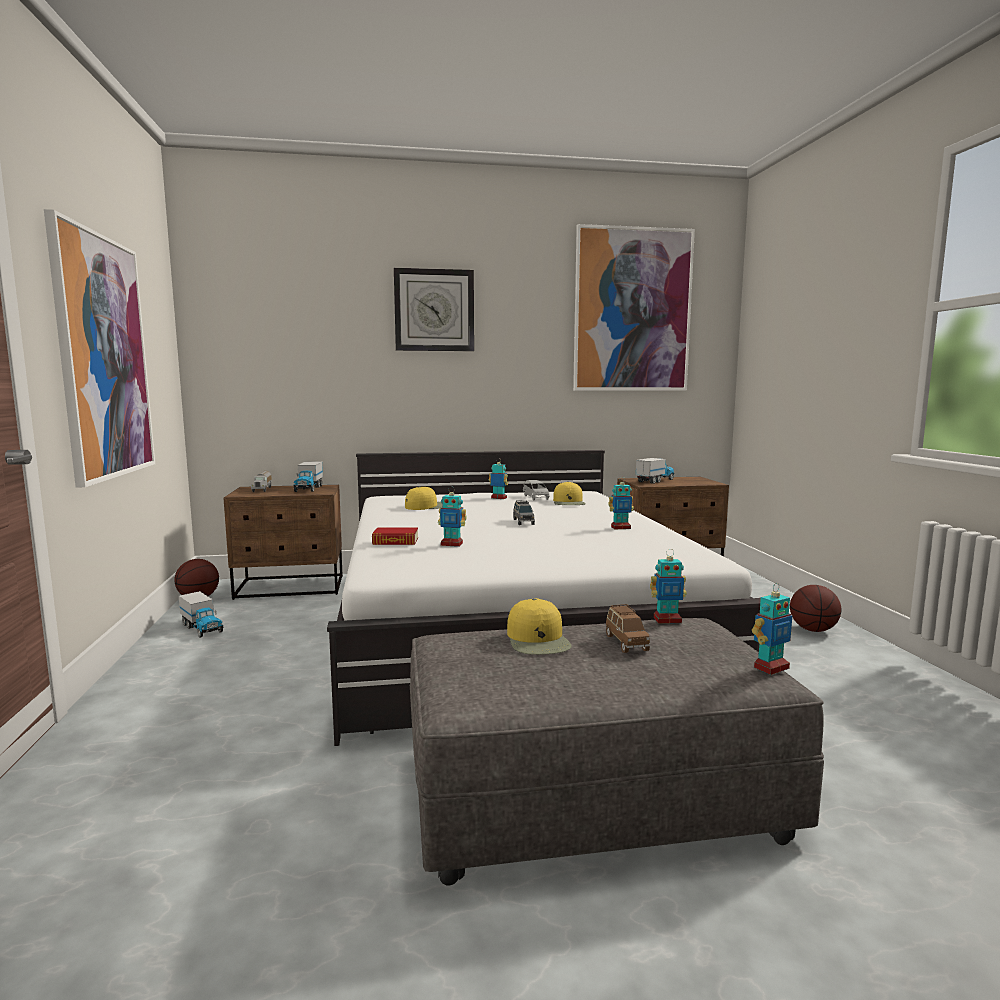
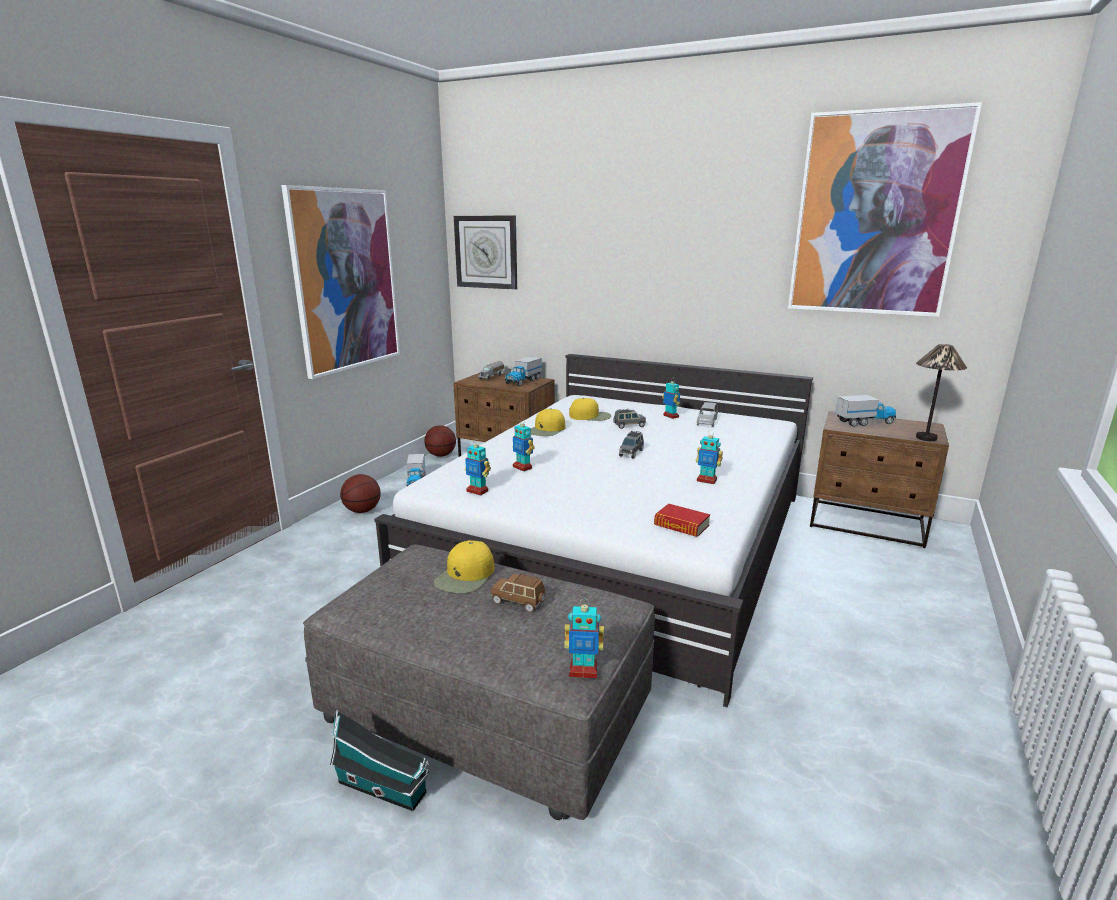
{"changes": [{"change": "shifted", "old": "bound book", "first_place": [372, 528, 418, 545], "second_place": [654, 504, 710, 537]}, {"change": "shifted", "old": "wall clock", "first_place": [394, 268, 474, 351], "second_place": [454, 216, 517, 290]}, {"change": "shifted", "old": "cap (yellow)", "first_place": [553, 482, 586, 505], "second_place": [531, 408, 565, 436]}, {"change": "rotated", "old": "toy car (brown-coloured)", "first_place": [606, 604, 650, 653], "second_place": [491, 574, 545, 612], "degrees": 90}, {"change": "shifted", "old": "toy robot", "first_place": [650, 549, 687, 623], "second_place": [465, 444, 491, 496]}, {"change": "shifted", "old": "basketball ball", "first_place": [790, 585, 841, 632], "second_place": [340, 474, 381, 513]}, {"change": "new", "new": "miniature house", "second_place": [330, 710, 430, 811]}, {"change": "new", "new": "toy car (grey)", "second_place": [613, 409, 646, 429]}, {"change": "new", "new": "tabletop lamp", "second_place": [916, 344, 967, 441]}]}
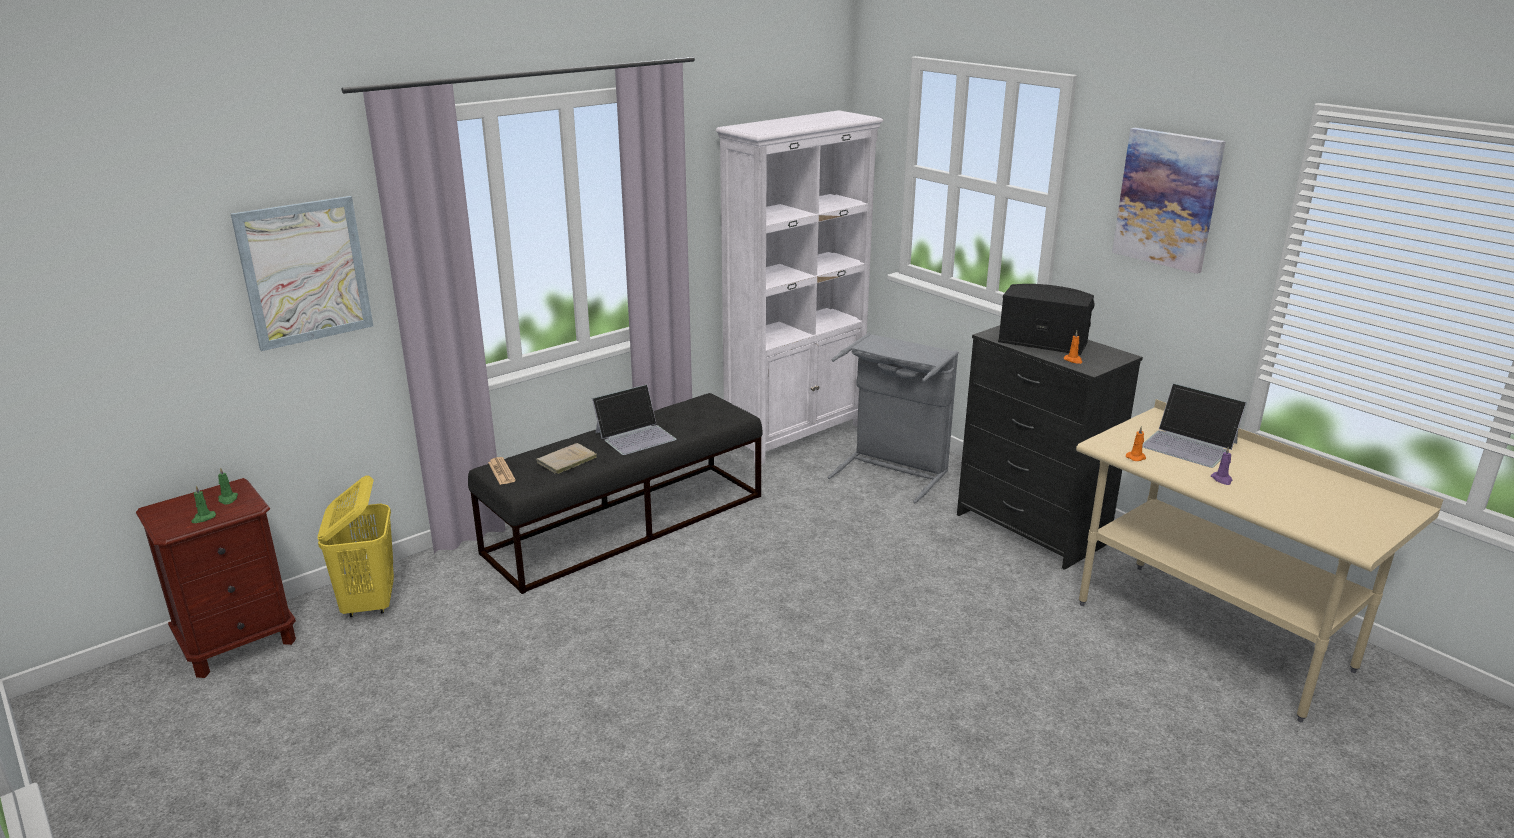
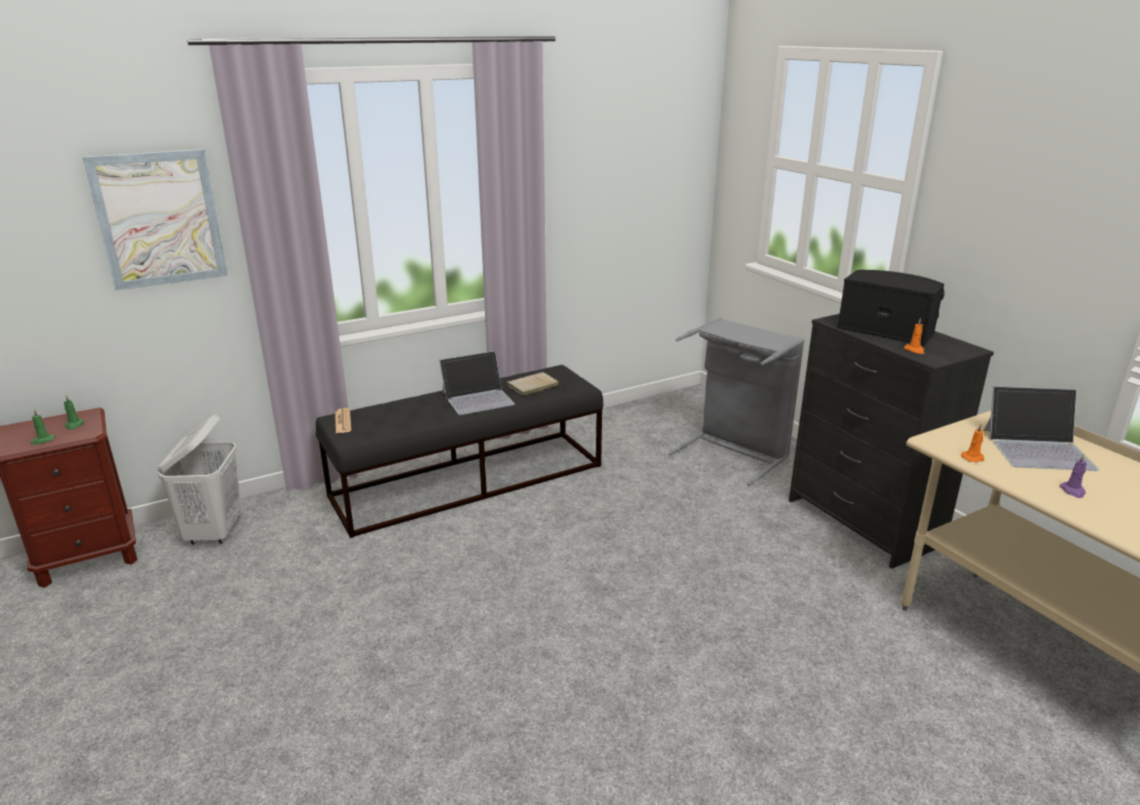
{"changes": [{"change": "repainted", "old": "laundry basket (yellow)", "new": "laundry basket (whitish)", "first_place": [317, 475, 394, 617], "second_place": [157, 414, 241, 544]}, {"change": "shifted", "old": "bound book (sand-coloured)", "first_place": [536, 443, 597, 474], "second_place": [507, 372, 559, 396]}, {"change": "gone", "old": "bookshelf (whitish)", "first_place": [716, 110, 883, 464]}, {"change": "gone", "old": "wall picture", "first_place": [1112, 128, 1226, 274]}, {"change": "rotated", "old": "portable computer", "first_place": [1142, 383, 1247, 468], "second_place": [983, 386, 1099, 471], "degrees": -45}]}
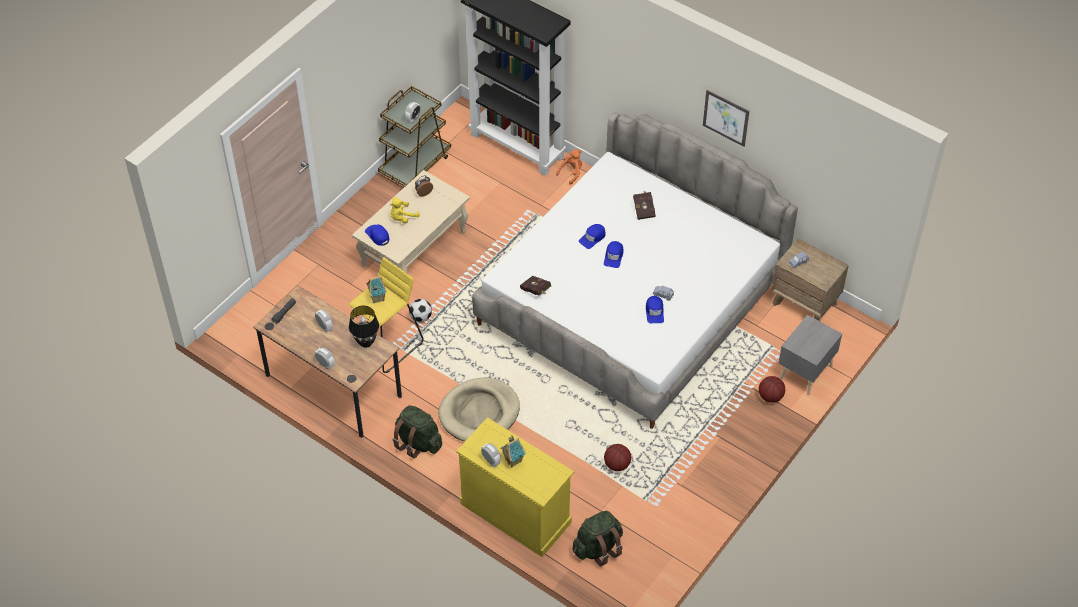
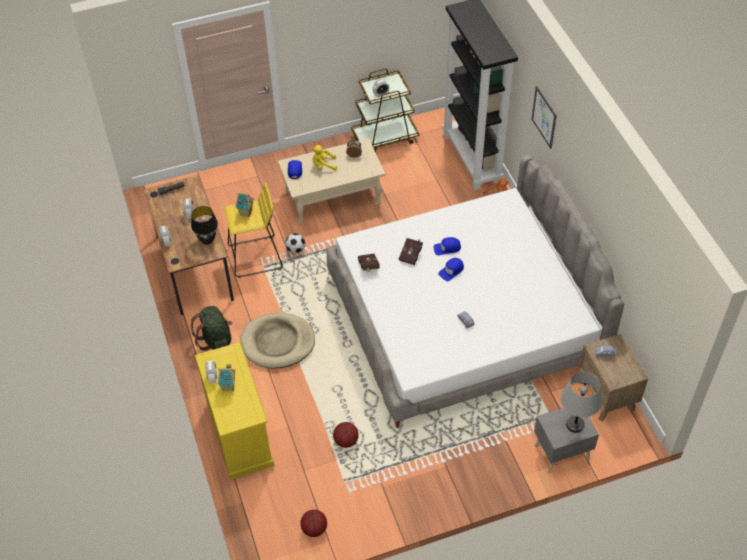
{"changes": [{"change": "gone", "old": "backpack (greenish)", "first_place": [572, 511, 623, 566]}, {"change": "shifted", "old": "bound book (red)", "first_place": [633, 191, 656, 220], "second_place": [399, 238, 423, 265]}, {"change": "gone", "old": "cap (blue-coloured)", "first_place": [646, 296, 664, 323]}, {"change": "shifted", "old": "wall picture", "first_place": [703, 90, 749, 147], "second_place": [532, 86, 557, 149]}, {"change": "shifted", "old": "basketball ball", "first_place": [759, 376, 785, 403], "second_place": [300, 510, 327, 537]}, {"change": "new", "new": "tabletop lamp (grey)", "second_place": [561, 371, 602, 433]}]}
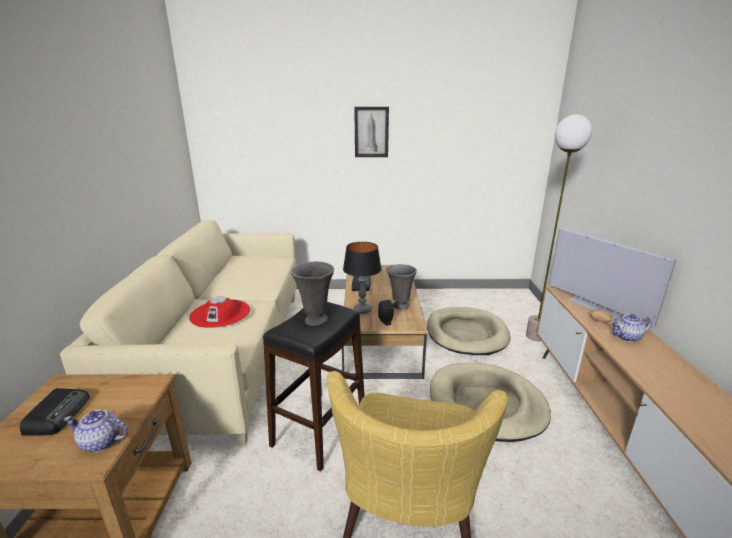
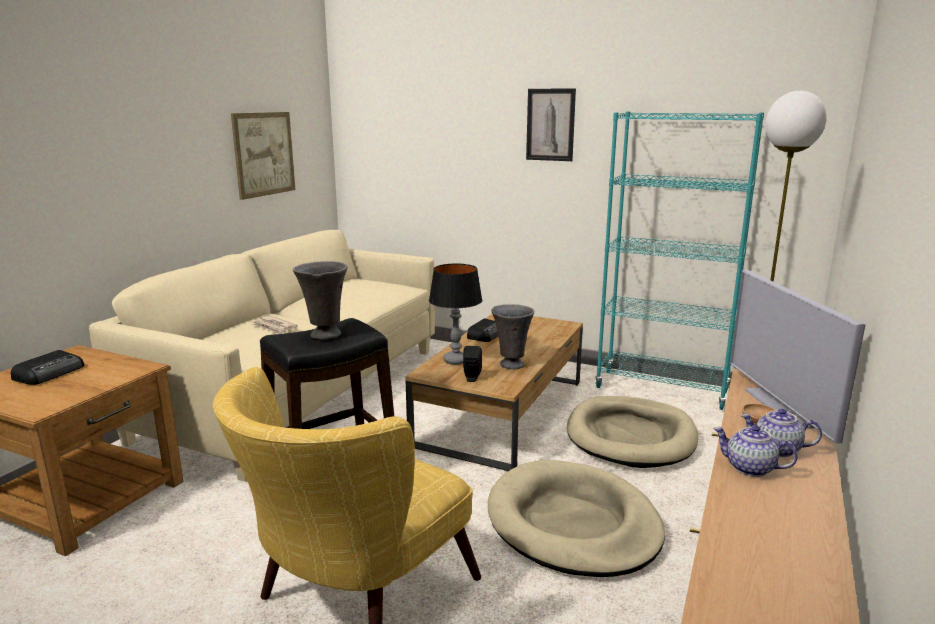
{"changes": [{"change": "shifted", "old": "tea pot", "first_place": [64, 410, 128, 452], "second_place": [713, 425, 798, 477]}, {"change": "swapped", "old": "clothing hat (red)", "new": "newspaper", "first_place": [189, 296, 250, 328], "second_place": [251, 316, 298, 334]}, {"change": "new", "new": "wall picture", "second_place": [231, 112, 295, 200]}, {"change": "new", "new": "bookshelf (turquoise-coloured)", "second_place": [595, 111, 764, 410]}]}
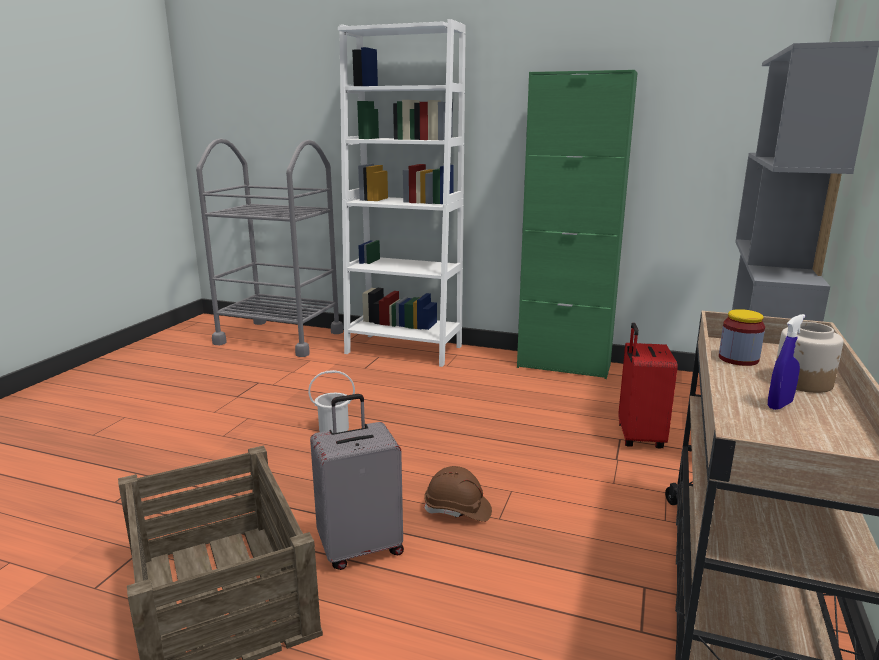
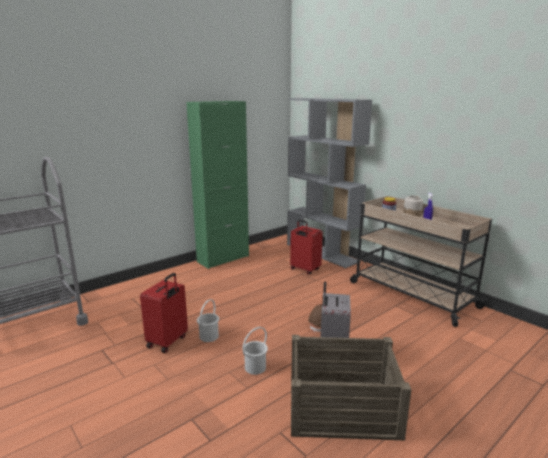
{"changes": [{"change": "gone", "old": "bookshelf (whitish)", "first_place": [338, 19, 466, 367]}, {"change": "new", "new": "suitcase (red)", "second_place": [140, 273, 188, 353]}, {"change": "new", "new": "pail (whitish)", "second_place": [242, 327, 268, 375]}]}
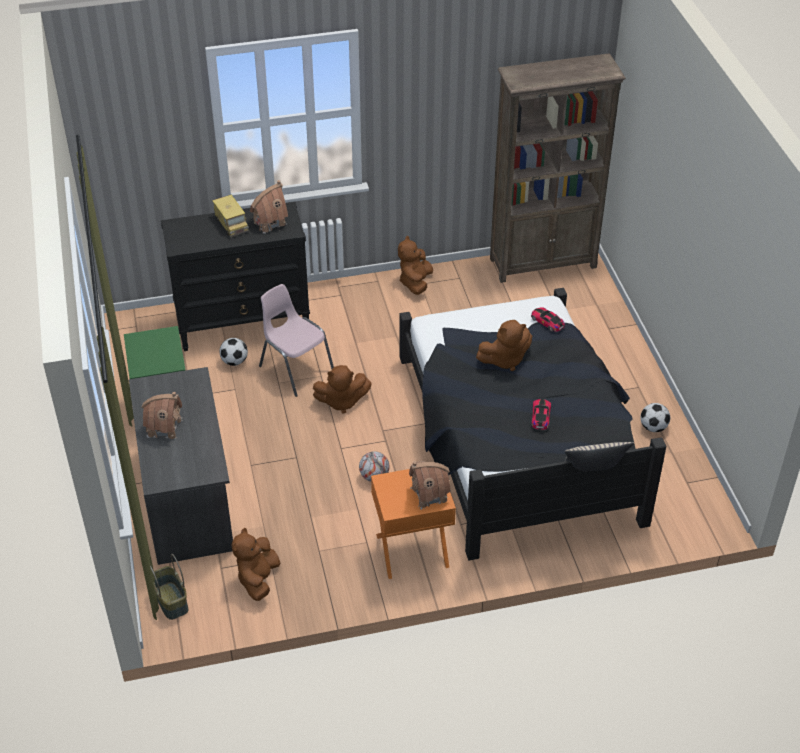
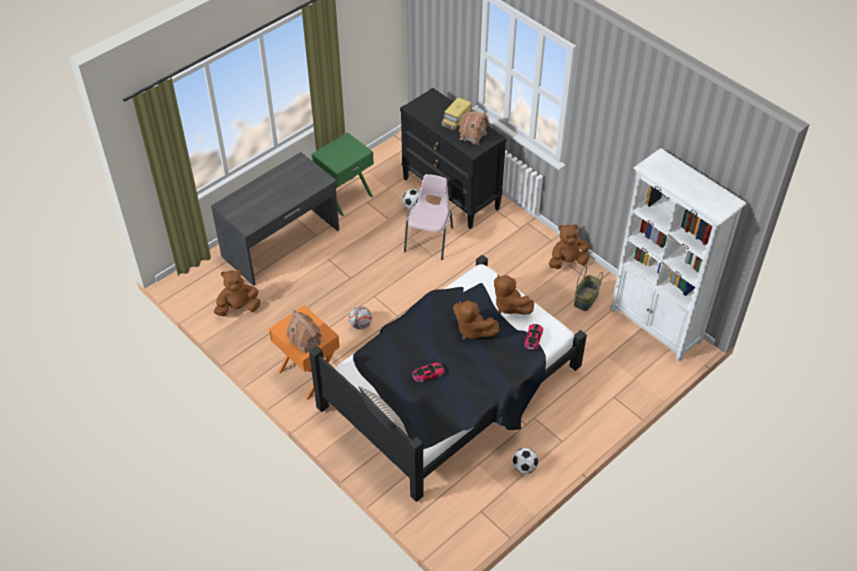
{"changes": [{"change": "gone", "old": "miniature house", "first_place": [142, 392, 183, 442]}, {"change": "shifted", "old": "household basket", "first_place": [150, 554, 189, 620], "second_place": [574, 265, 603, 311]}, {"change": "shifted", "old": "soft toy (brown-coloured)", "first_place": [313, 365, 372, 414], "second_place": [494, 274, 534, 315]}, {"change": "repainted", "old": "bookshelf (brown-coloured)", "new": "bookshelf (whitish)", "first_place": [490, 53, 626, 283], "second_place": [610, 148, 747, 361]}]}
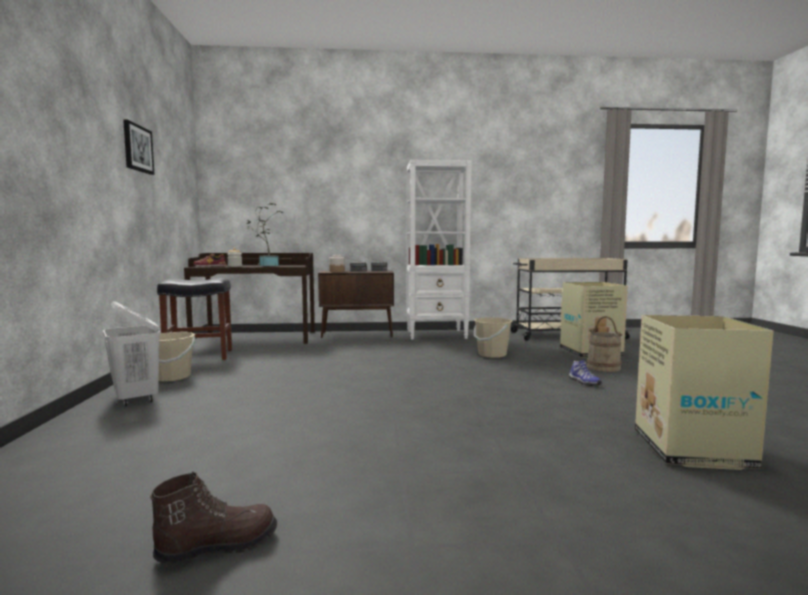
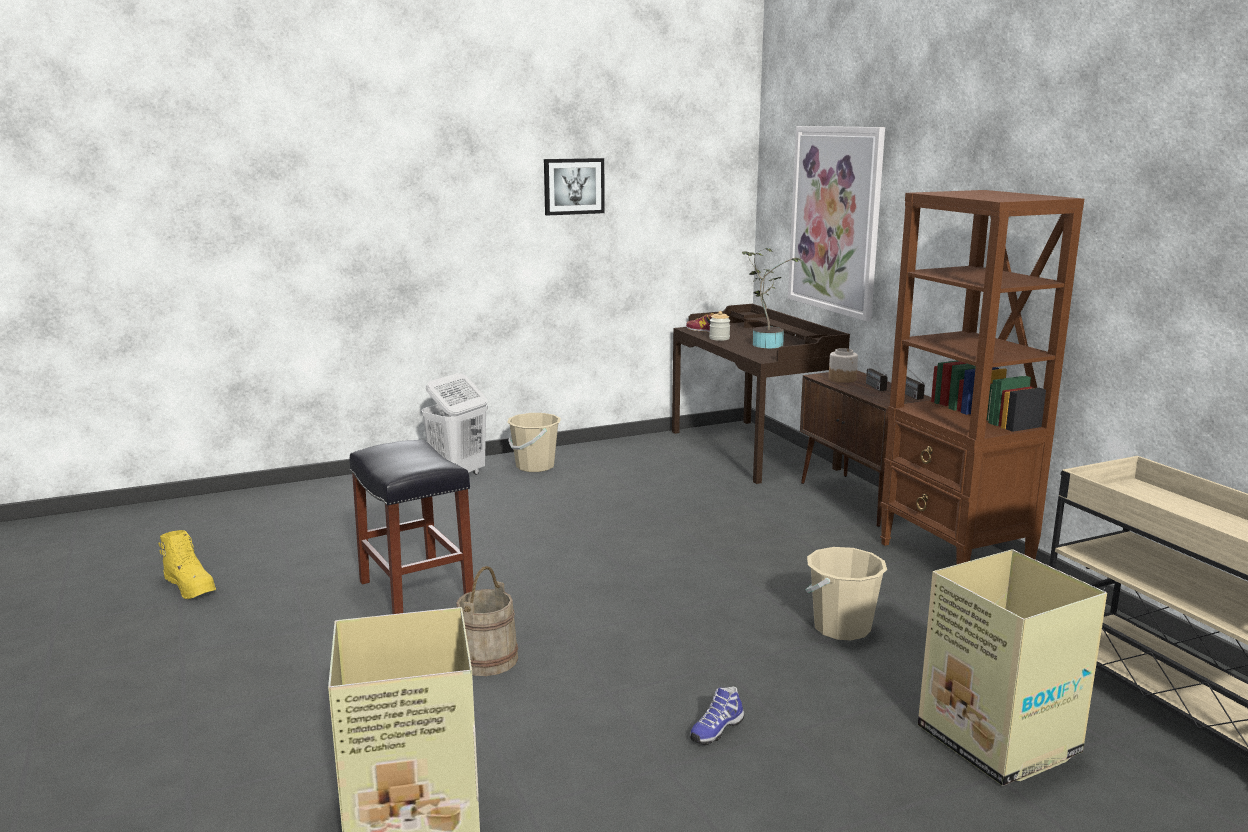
{"changes": [{"change": "repainted", "old": "high-top boot (brown-coloured)", "new": "high-top boot (yellow)", "first_place": [150, 471, 277, 563], "second_place": [158, 530, 216, 599]}, {"change": "shifted", "old": "stool seat (black)", "first_place": [157, 278, 232, 360], "second_place": [350, 440, 474, 614]}, {"change": "repainted", "old": "bookshelf (whitish)", "new": "bookshelf (brown-coloured)", "first_place": [407, 159, 472, 339], "second_place": [880, 190, 1084, 565]}, {"change": "shifted", "old": "pail (sand-coloured)", "first_place": [587, 316, 623, 372], "second_place": [456, 566, 518, 676]}, {"change": "new", "new": "wall picture", "second_place": [788, 126, 885, 321]}]}
